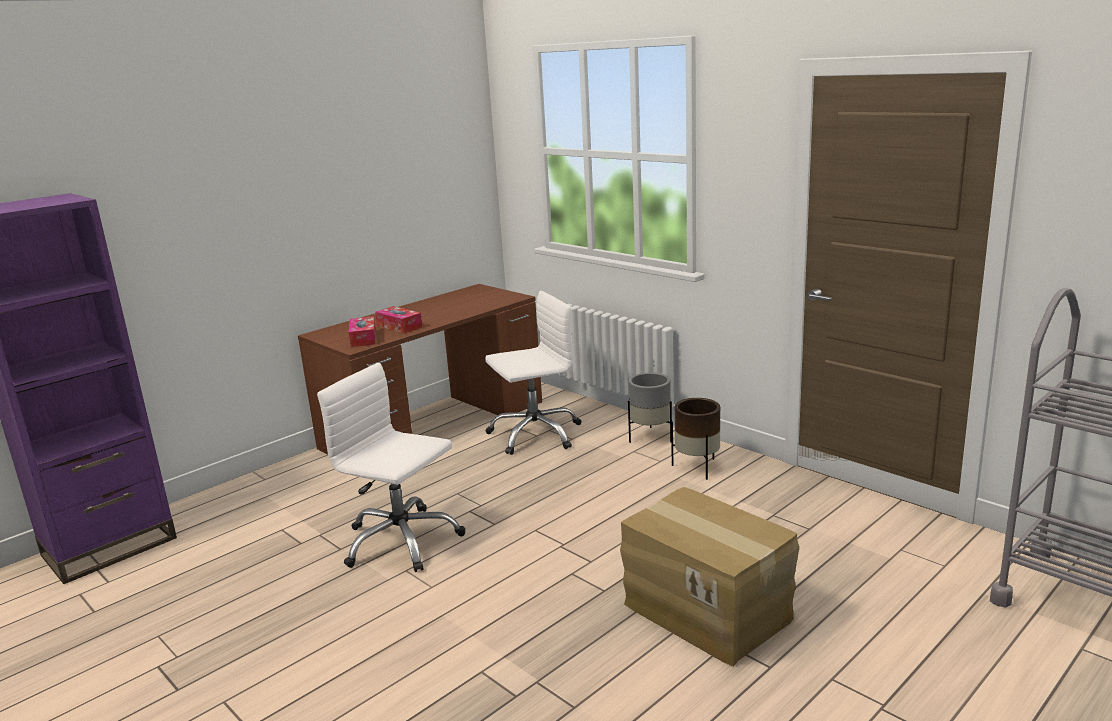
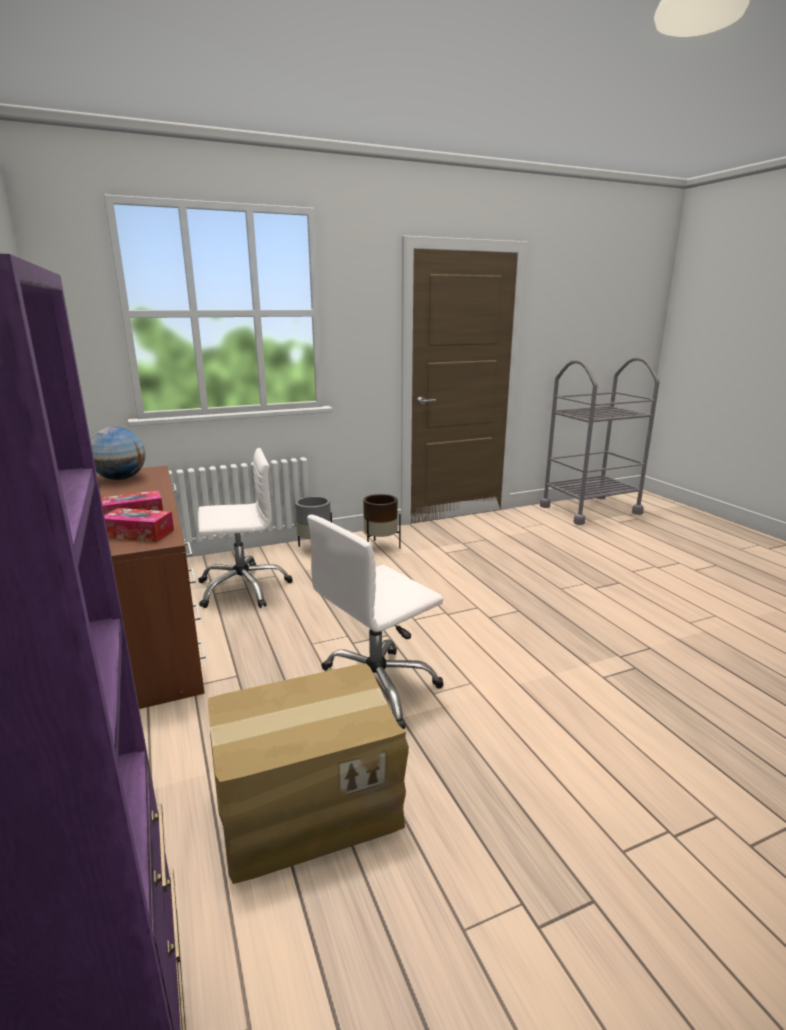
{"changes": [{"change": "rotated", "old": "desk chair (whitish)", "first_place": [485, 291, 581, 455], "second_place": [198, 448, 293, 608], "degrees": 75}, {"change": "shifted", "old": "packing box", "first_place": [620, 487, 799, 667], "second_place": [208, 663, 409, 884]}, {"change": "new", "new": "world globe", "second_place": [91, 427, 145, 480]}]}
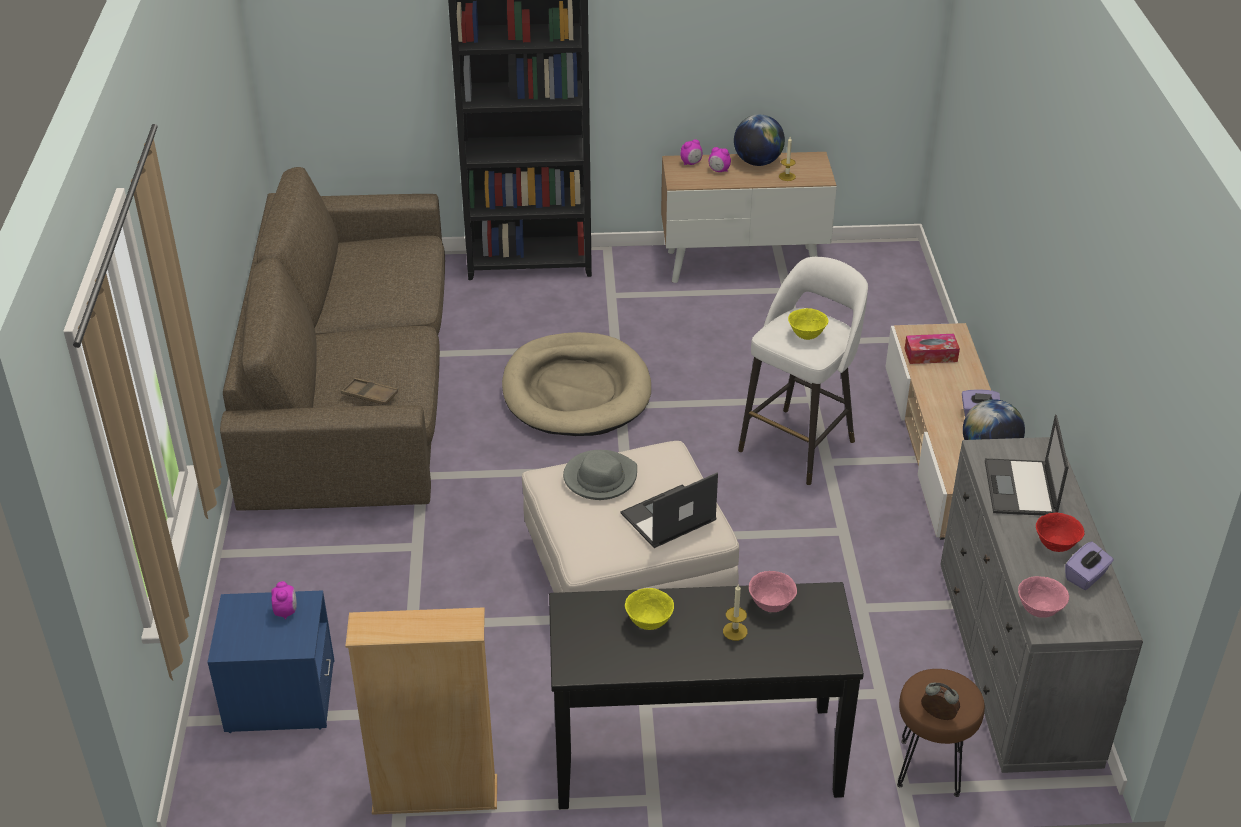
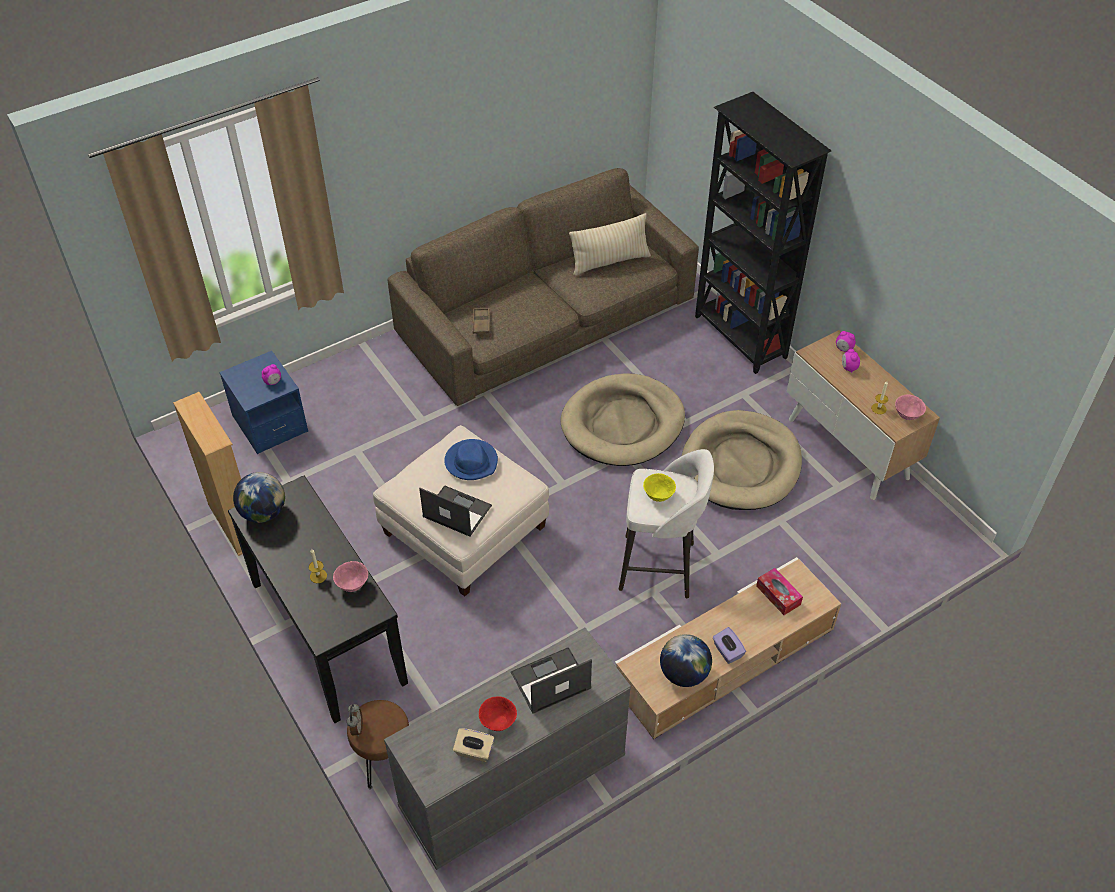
{"changes": [{"change": "repainted", "old": "clothing hat (grey)", "new": "clothing hat (blue-coloured)", "first_place": [563, 450, 637, 500], "second_place": [444, 439, 498, 480]}, {"change": "gone", "old": "deep dish (yellow)", "first_place": [625, 588, 674, 630]}, {"change": "shifted", "old": "world globe", "first_place": [734, 114, 785, 166], "second_place": [233, 472, 285, 523]}, {"change": "shifted", "old": "deep dish (pink)", "first_place": [1018, 576, 1069, 618], "second_place": [895, 395, 926, 420]}, {"change": "repainted", "old": "tissue box (purplish)", "new": "tissue box (sand-coloured)", "first_place": [1065, 541, 1114, 590], "second_place": [453, 728, 494, 762]}, {"change": "new", "new": "throw pillow (sand-coloured)", "second_place": [569, 213, 651, 276]}, {"change": "new", "new": "dog bed (sand-coloured)", "second_place": [682, 410, 802, 510]}]}
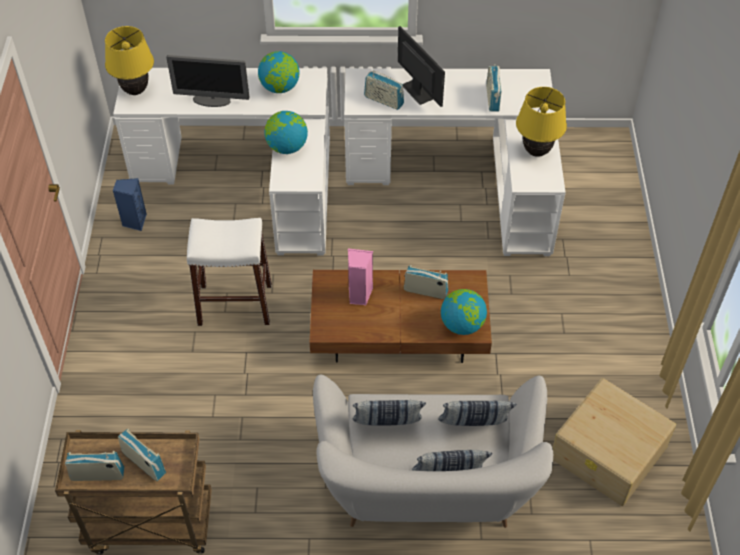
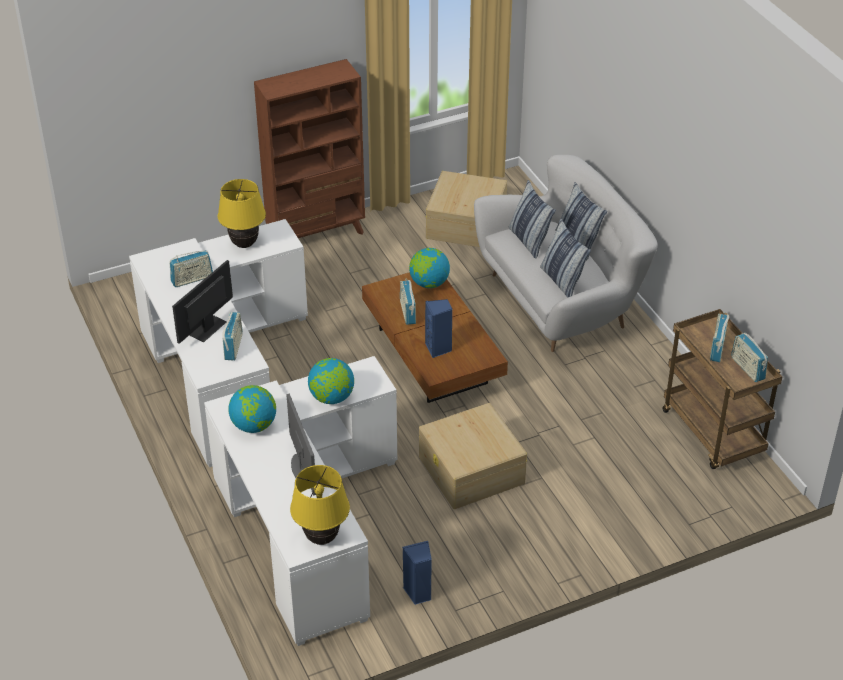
{"changes": [{"change": "swapped", "old": "stool seat (whitish)", "new": "storage container (sand-coloured)", "first_place": [187, 218, 272, 326], "second_place": [419, 403, 527, 509]}, {"change": "repainted", "old": "speaker (pink)", "new": "speaker (blue-coloured)", "first_place": [348, 248, 373, 305], "second_place": [425, 299, 453, 358]}, {"change": "new", "new": "bookshelf (brown-coloured)", "second_place": [254, 59, 365, 238]}]}
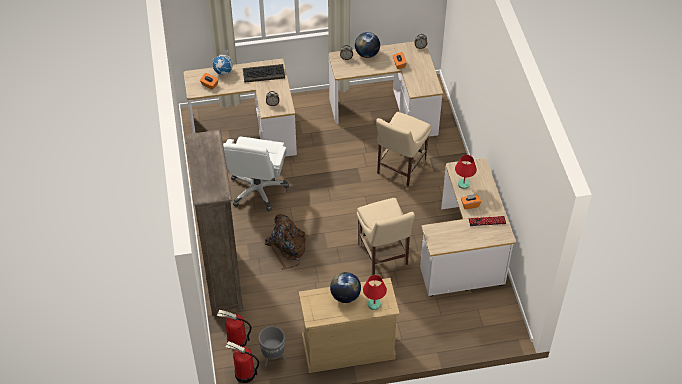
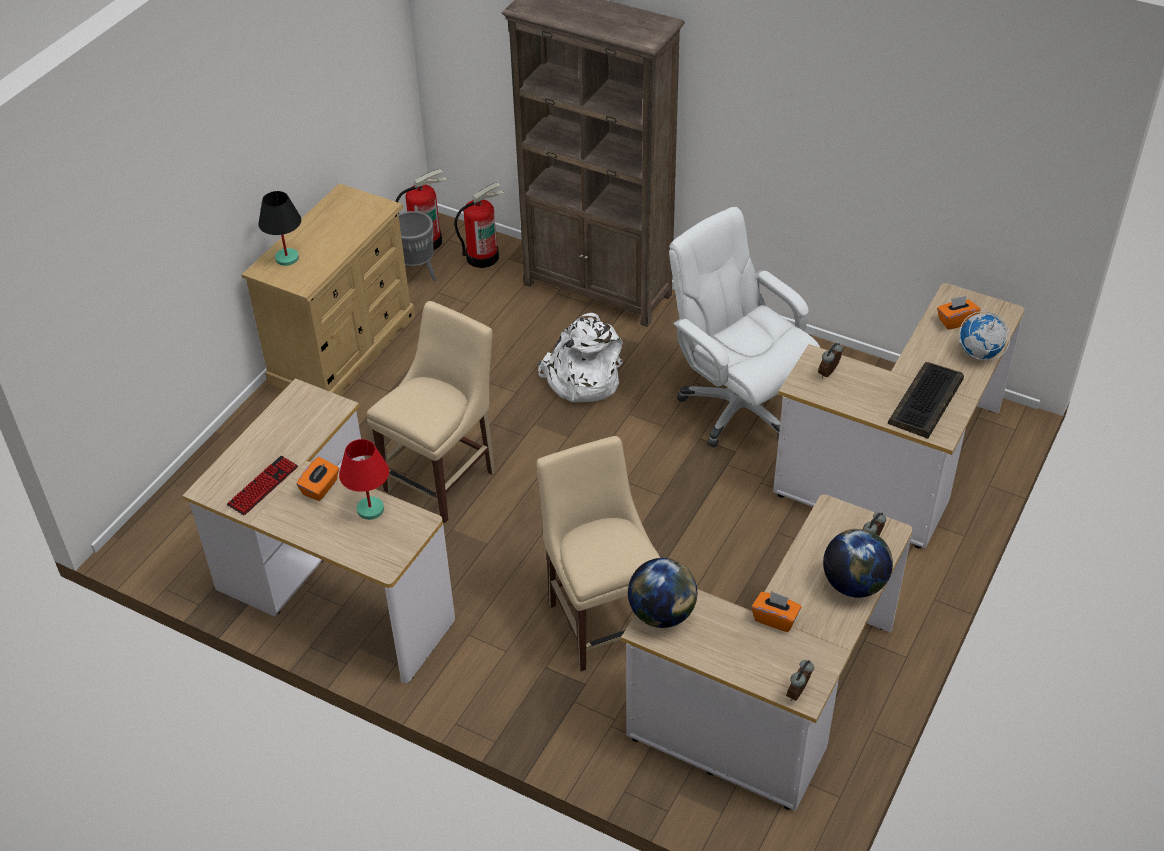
{"changes": [{"change": "repainted", "old": "backpack (brown-coloured)", "new": "backpack (whitish)", "first_place": [265, 214, 308, 270], "second_place": [537, 313, 623, 402]}, {"change": "shifted", "old": "world globe", "first_place": [330, 272, 361, 303], "second_place": [628, 558, 697, 628]}, {"change": "rotated", "old": "chair (sand-coloured)", "first_place": [357, 198, 415, 275], "second_place": [367, 301, 495, 523], "degrees": 105}, {"change": "repainted", "old": "tabletop lamp (red)", "new": "tabletop lamp (black)", "first_place": [363, 275, 387, 310], "second_place": [258, 191, 301, 266]}]}
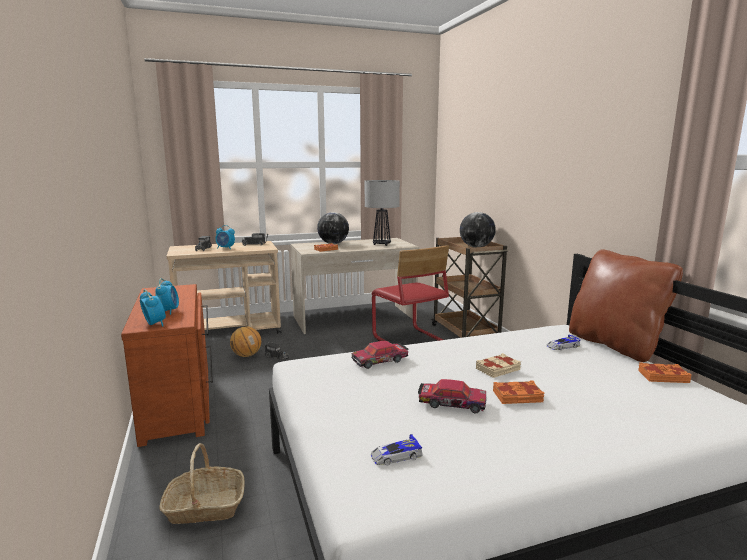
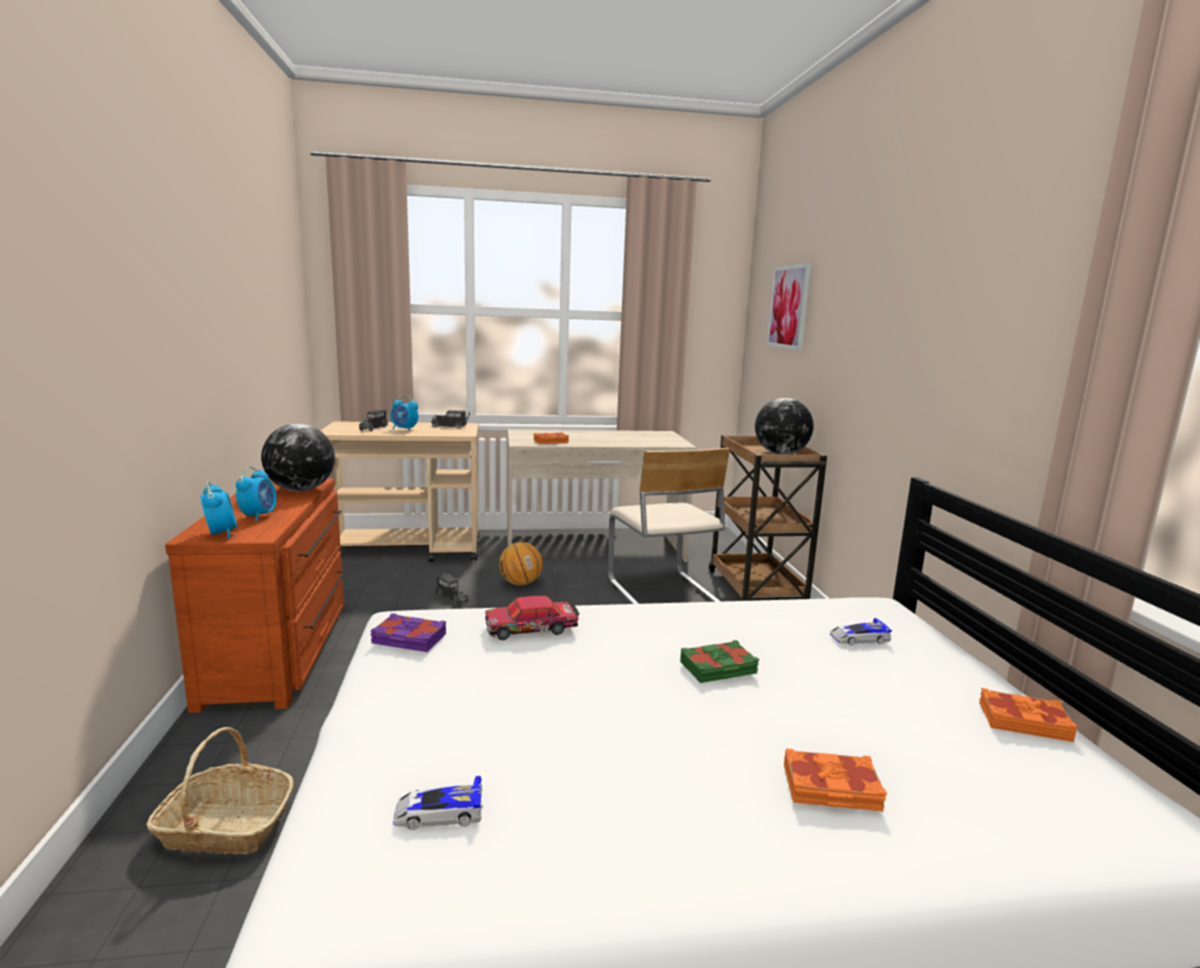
{"changes": [{"change": "shifted", "old": "basketball ball", "first_place": [230, 326, 261, 357], "second_place": [499, 542, 543, 586]}, {"change": "shifted", "old": "world globe", "first_place": [317, 212, 349, 244], "second_place": [261, 424, 335, 491]}, {"change": "gone", "old": "tabletop lamp", "first_place": [365, 180, 400, 246]}, {"change": "repainted", "old": "chair (red)", "new": "chair (sand-coloured)", "first_place": [372, 245, 449, 341], "second_place": [608, 448, 730, 604]}, {"change": "gone", "old": "toy car", "first_place": [418, 379, 487, 413]}, {"change": "repainted", "old": "bound book (sand-coloured)", "new": "bound book (greenish)", "first_place": [476, 353, 521, 378], "second_place": [680, 640, 759, 683]}, {"change": "shifted", "old": "bound book (orange)", "first_place": [493, 381, 545, 404], "second_place": [784, 748, 887, 811]}, {"change": "gone", "old": "throw pillow (brown-coloured)", "first_place": [569, 249, 683, 362]}, {"change": "new", "new": "bound book (purplish)", "second_place": [371, 613, 446, 652]}, {"change": "new", "new": "wall picture", "second_place": [767, 263, 811, 350]}]}
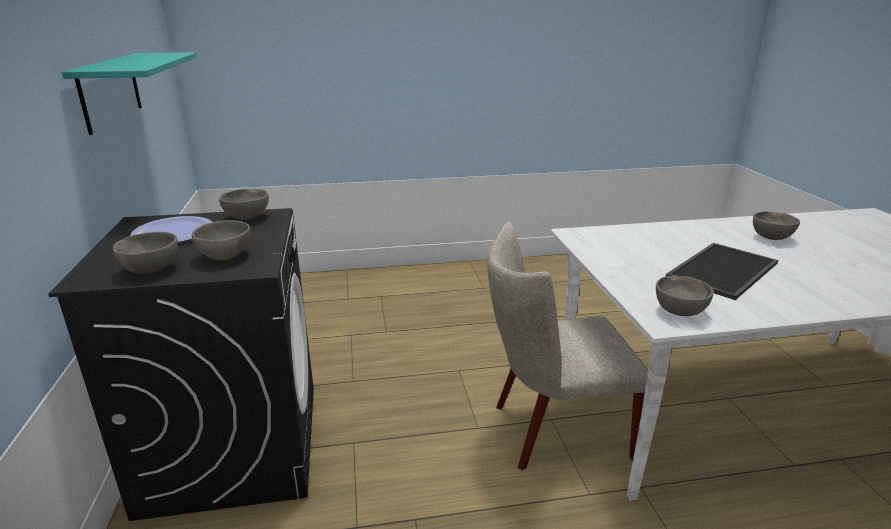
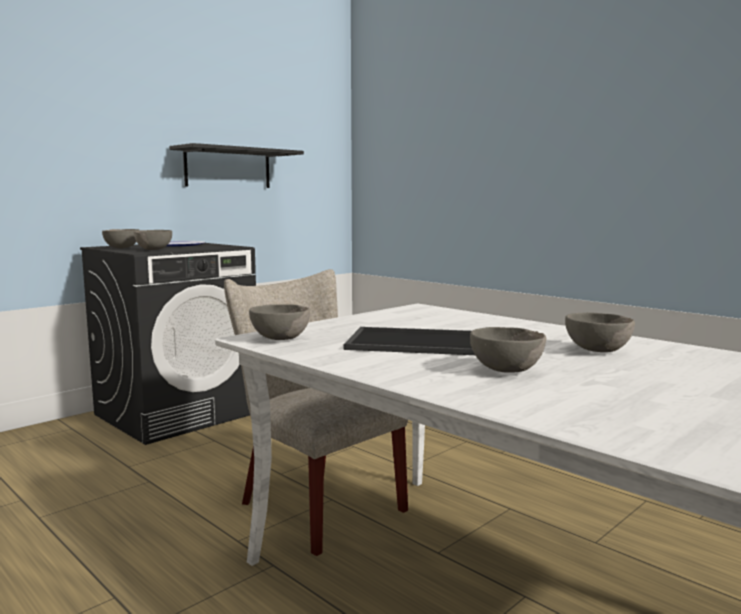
{"changes": [{"change": "repainted", "old": "bracket shelf (turquoise-coloured)", "new": "bracket shelf (black)", "first_place": [62, 52, 197, 135], "second_place": [169, 143, 304, 188]}, {"change": "shifted", "old": "deep dish (grey)", "first_place": [219, 189, 269, 220], "second_place": [470, 327, 546, 373]}]}
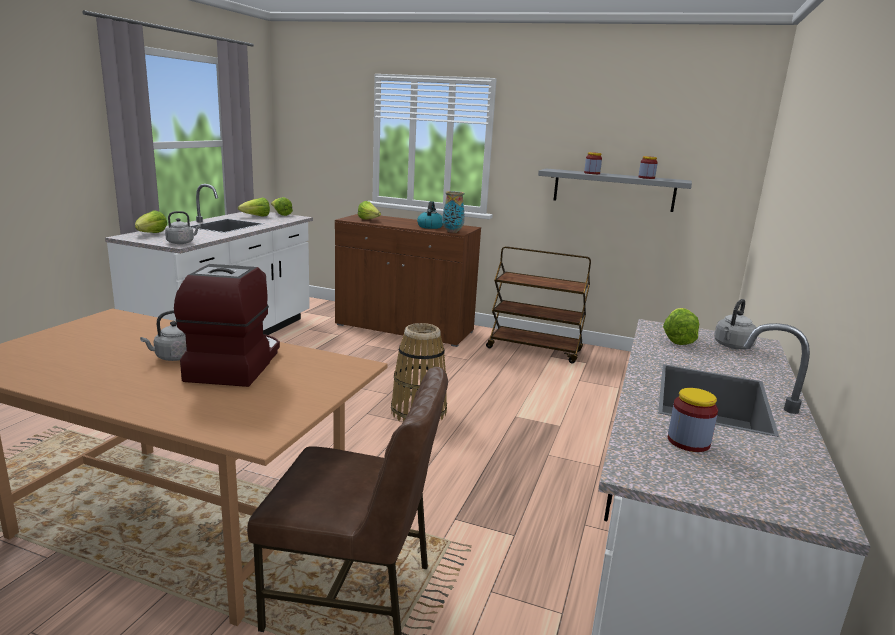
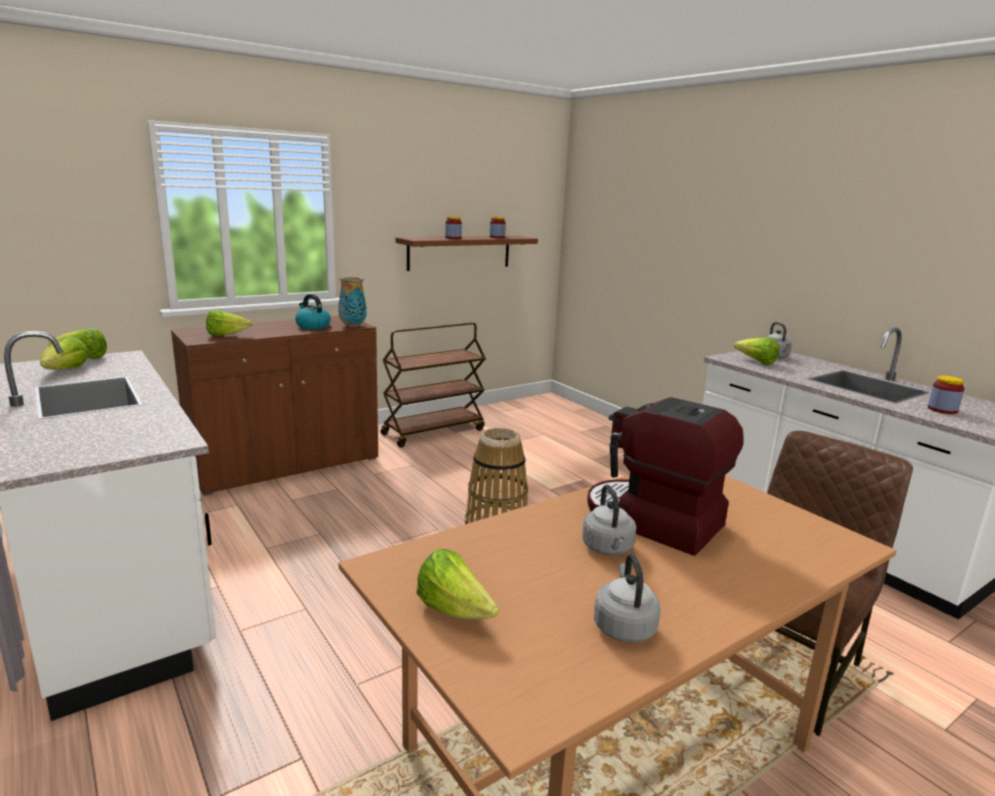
{"changes": [{"change": "shifted", "old": "lettuce head", "first_place": [135, 210, 167, 233], "second_place": [416, 549, 499, 620]}, {"change": "shifted", "old": "tea kettle (grey)", "first_place": [165, 211, 201, 244], "second_place": [594, 554, 661, 643]}, {"change": "repainted", "old": "bracket shelf (grey)", "new": "bracket shelf (brown-coloured)", "first_place": [538, 169, 692, 212], "second_place": [396, 236, 538, 271]}]}
